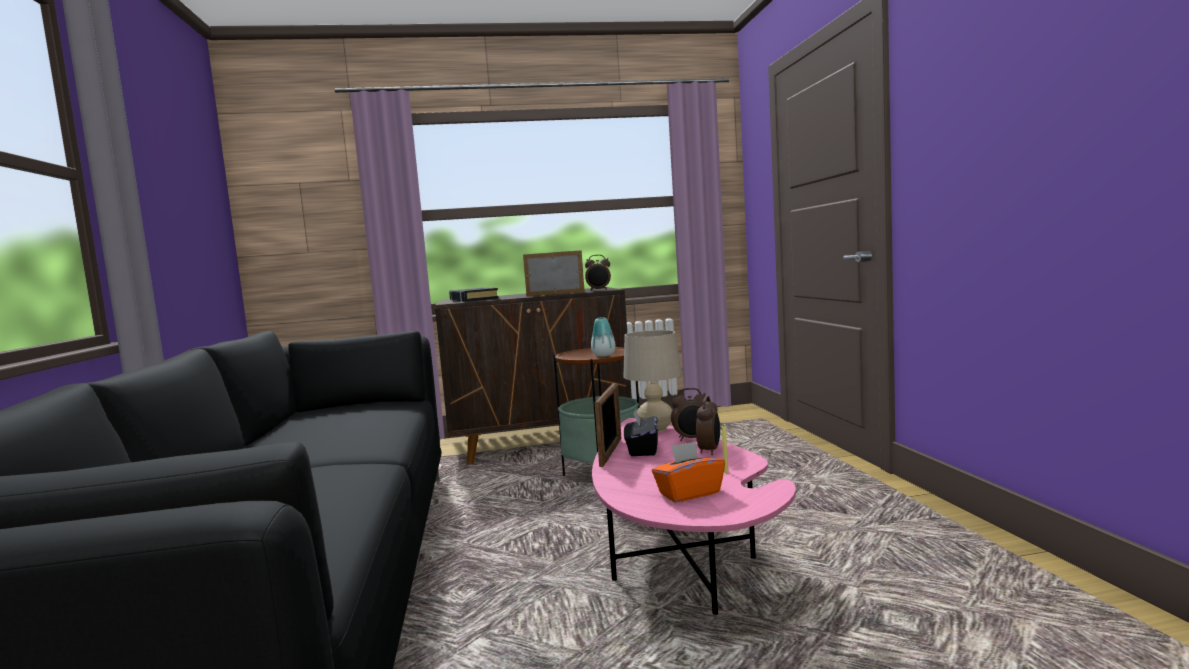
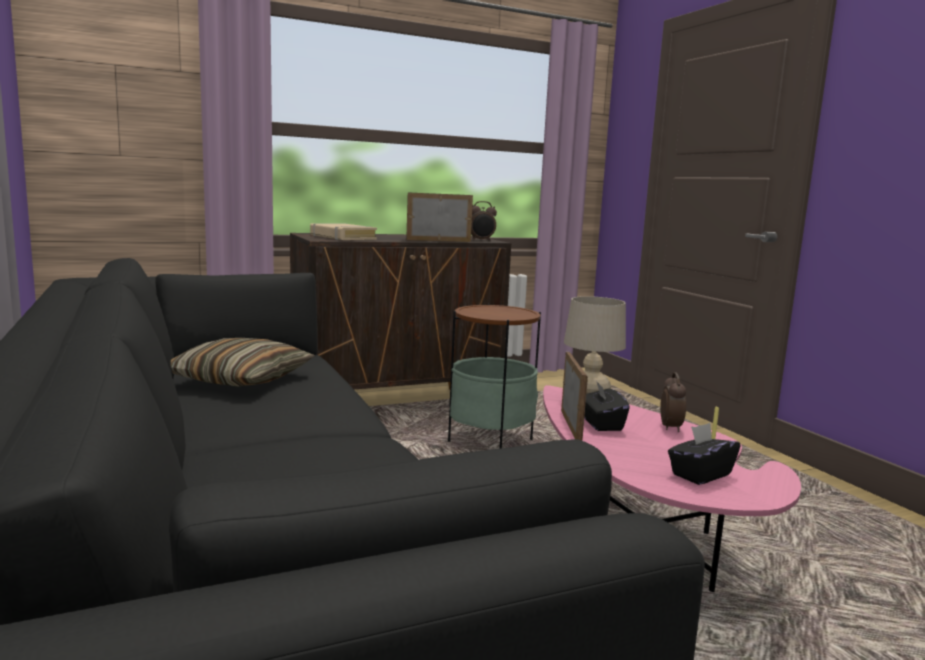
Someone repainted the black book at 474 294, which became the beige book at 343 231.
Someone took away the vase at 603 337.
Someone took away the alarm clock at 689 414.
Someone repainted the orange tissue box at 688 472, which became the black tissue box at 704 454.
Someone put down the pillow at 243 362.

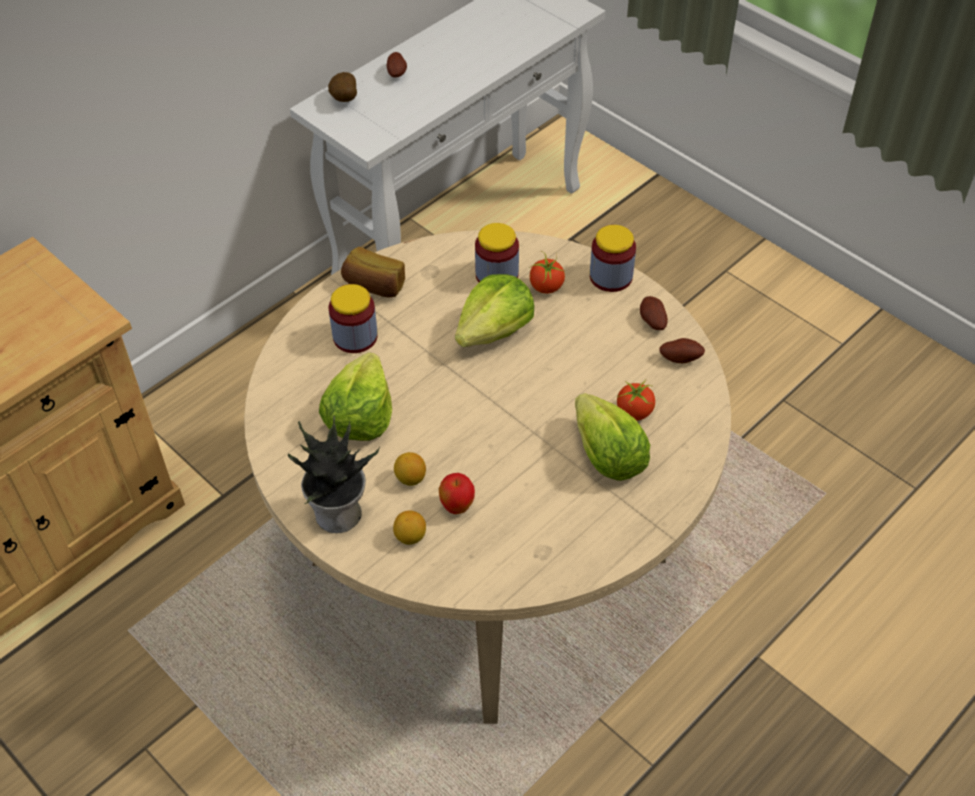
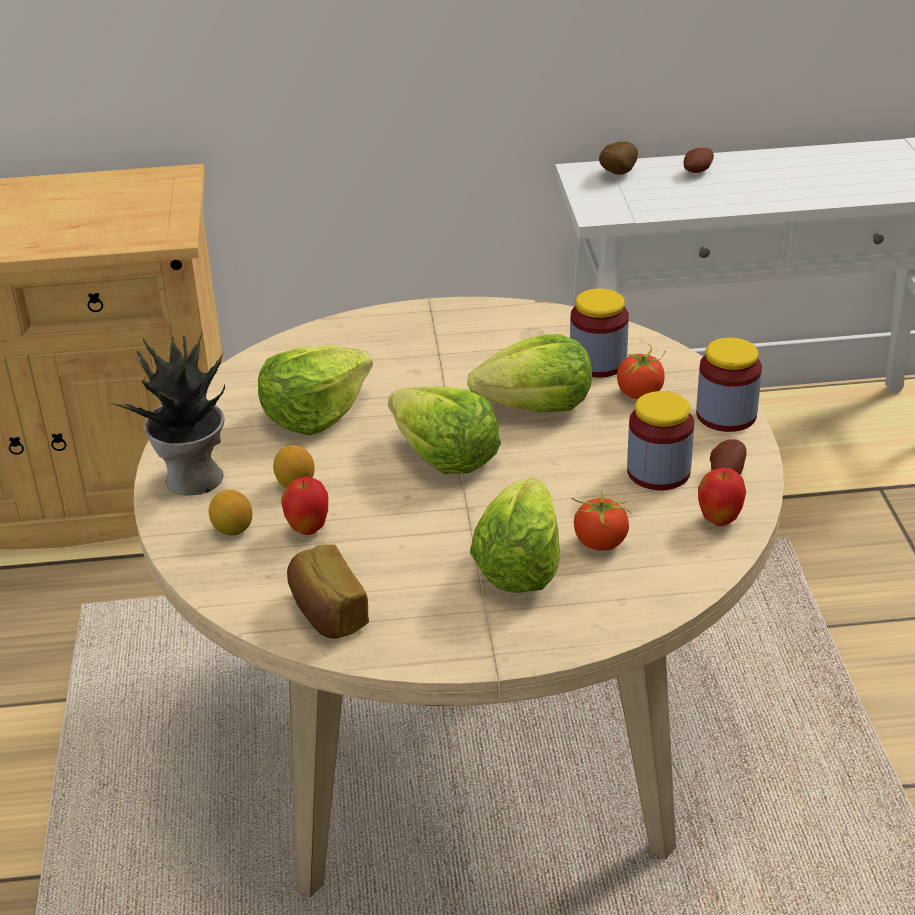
Someone carried the bread from 373 272 to 328 591.
Someone carried the jar from 353 318 to 660 440.
Someone swapped the potato at 682 350 for the apple at 722 497.
Someone put down the lettuce at 444 430.

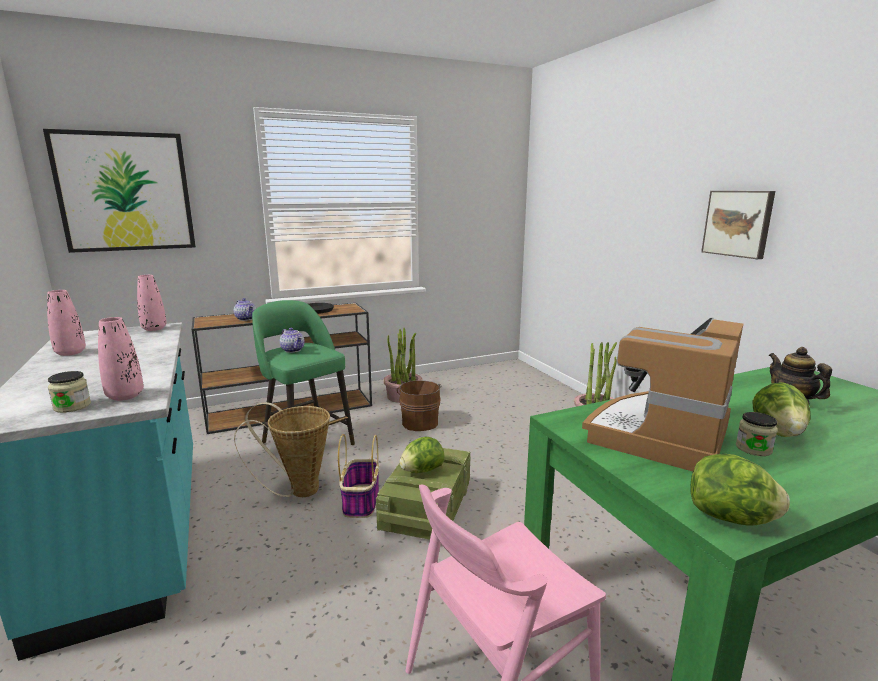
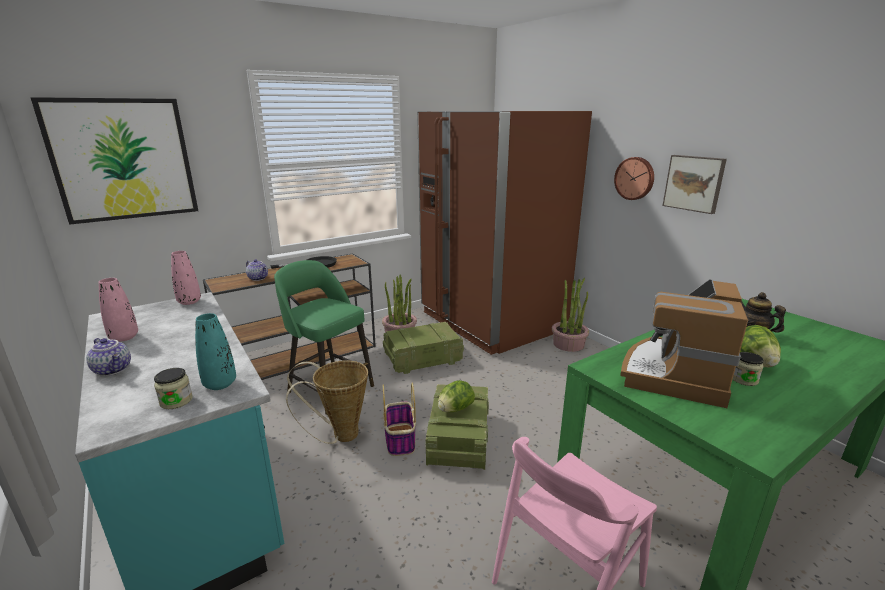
Someone repainted the pink vase at 121 359, which became the turquoise vase at 215 351.
Someone carried the teapot from 292 340 to 108 357.
Someone swapped the brown bucket at 419 405 for the crate at 423 348.
Someone took away the lettuce at 740 490.
Someone put down the brown fridge at 504 233.
Someone put up the wall clock at 634 178.

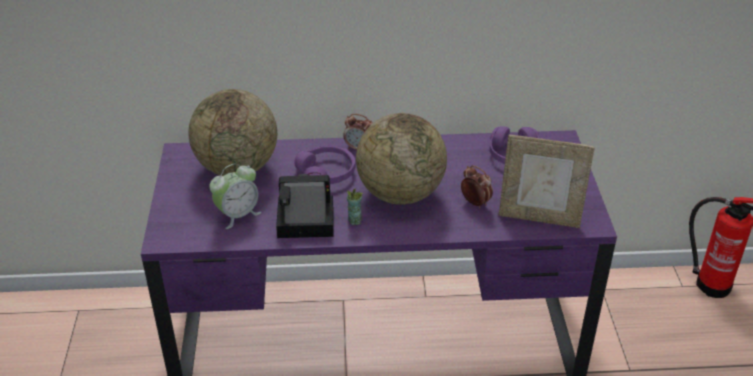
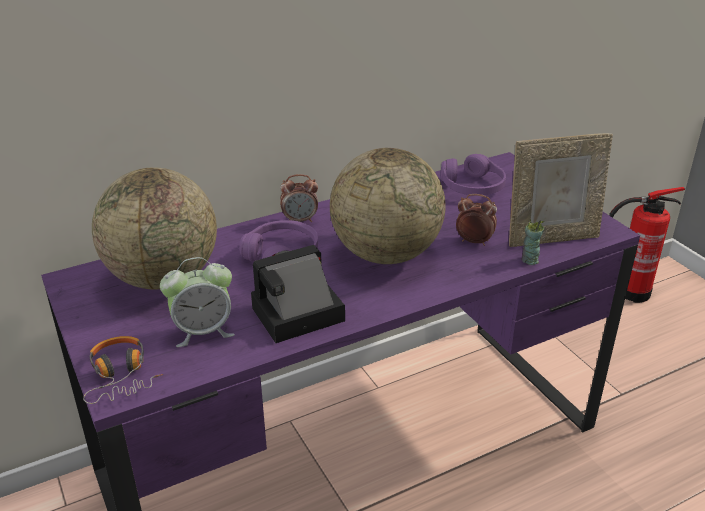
Someone rotated the alarm clock at 235 196 by 45 degrees clockwise.
Someone carried the cup from 355 207 to 532 242.
Someone put down the headphones at 123 370.

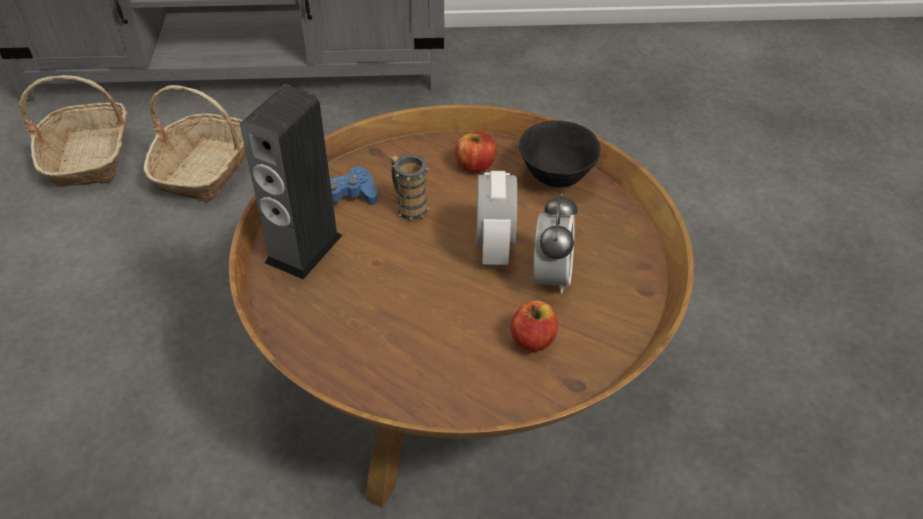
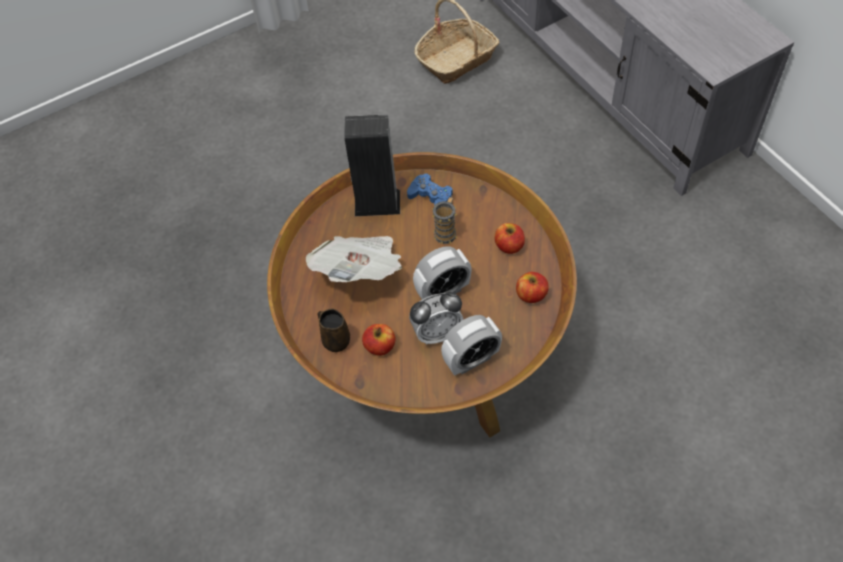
Someone took away the basket at 195 143.
Someone swapped the black bowl at 559 153 for the apple at 532 287.
Someone put down the newspaper at 353 259.
Someone put down the brown mug at 334 330.
Someone put down the alarm clock at 471 345.

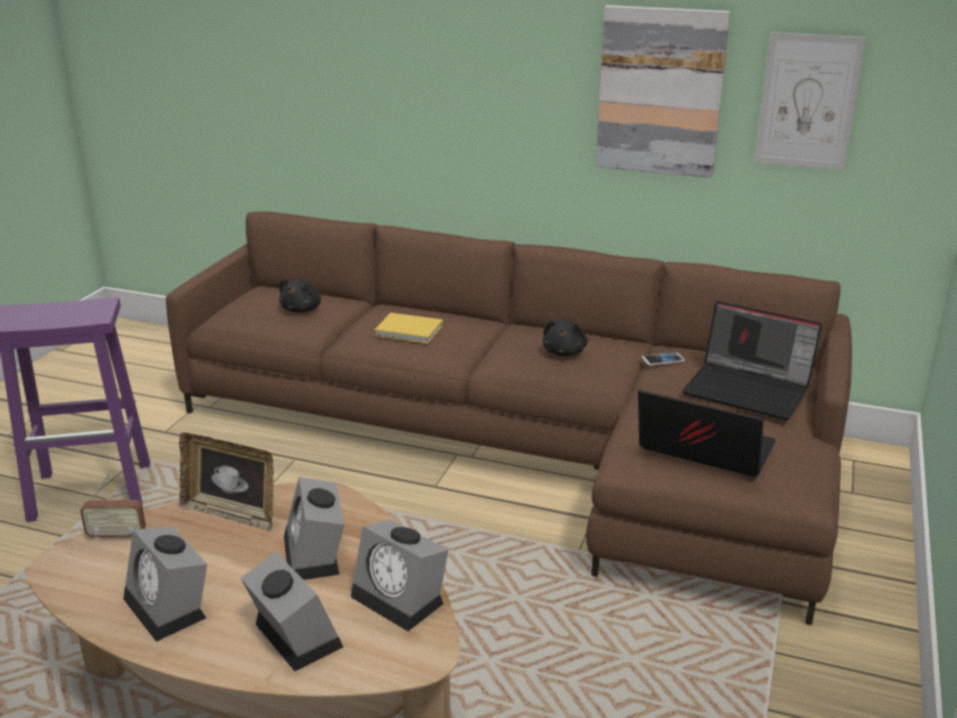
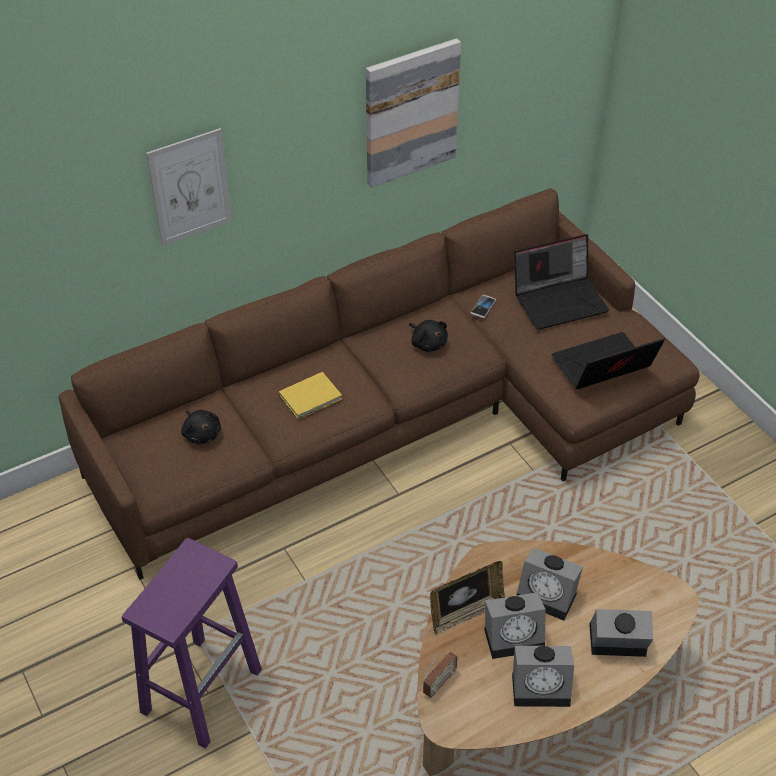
Someone carried the picture from 810 101 to 189 186.
Someone carried the alarm clock from 400 575 to 515 625.

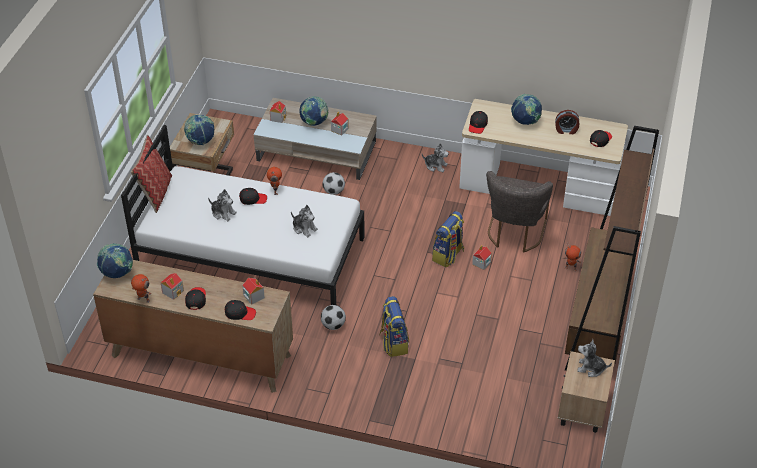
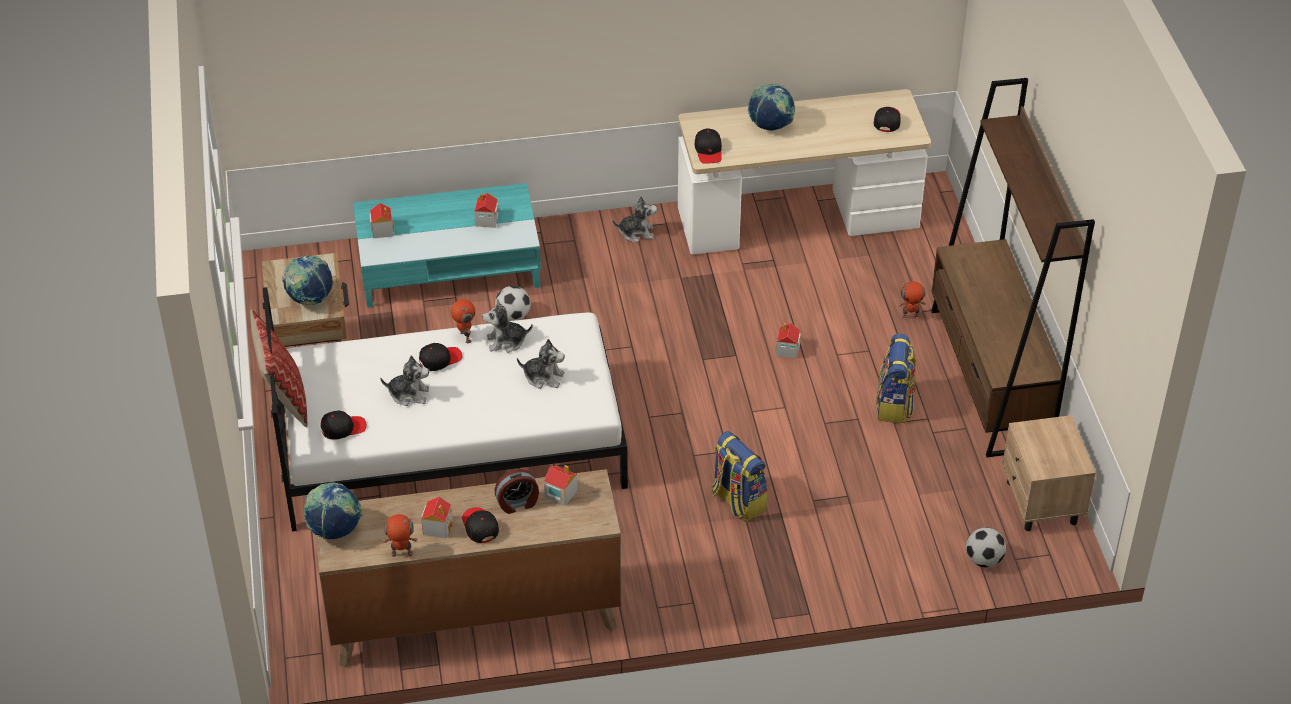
Someone took away the globe at 313 111.
Someone repainted the beige coffee table at 315 139, which became the turquoise coffee table at 447 245.
Someone carried the alarm clock from 567 122 to 517 491.
Someone took away the grey chair at 519 211.
Someone carried the backpack from 448 239 to 896 378.
Someone carried the black cap from 240 310 to 343 425.
Someone carried the football from 333 317 to 986 547.
Someone carried the plush toy from 594 358 to 507 326.

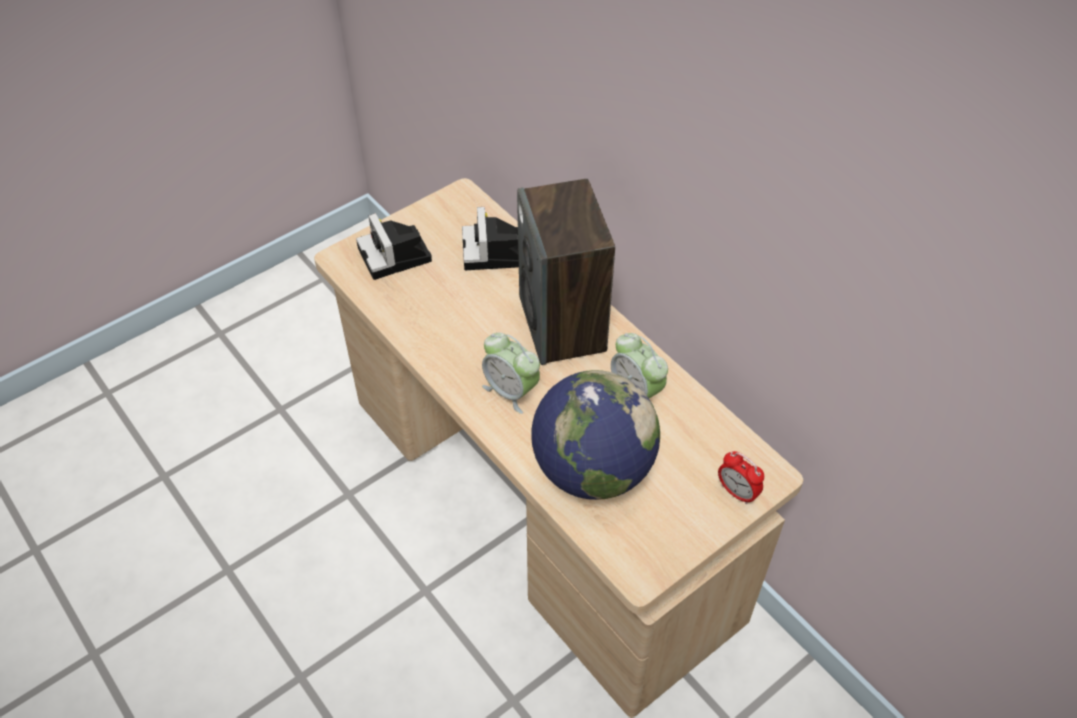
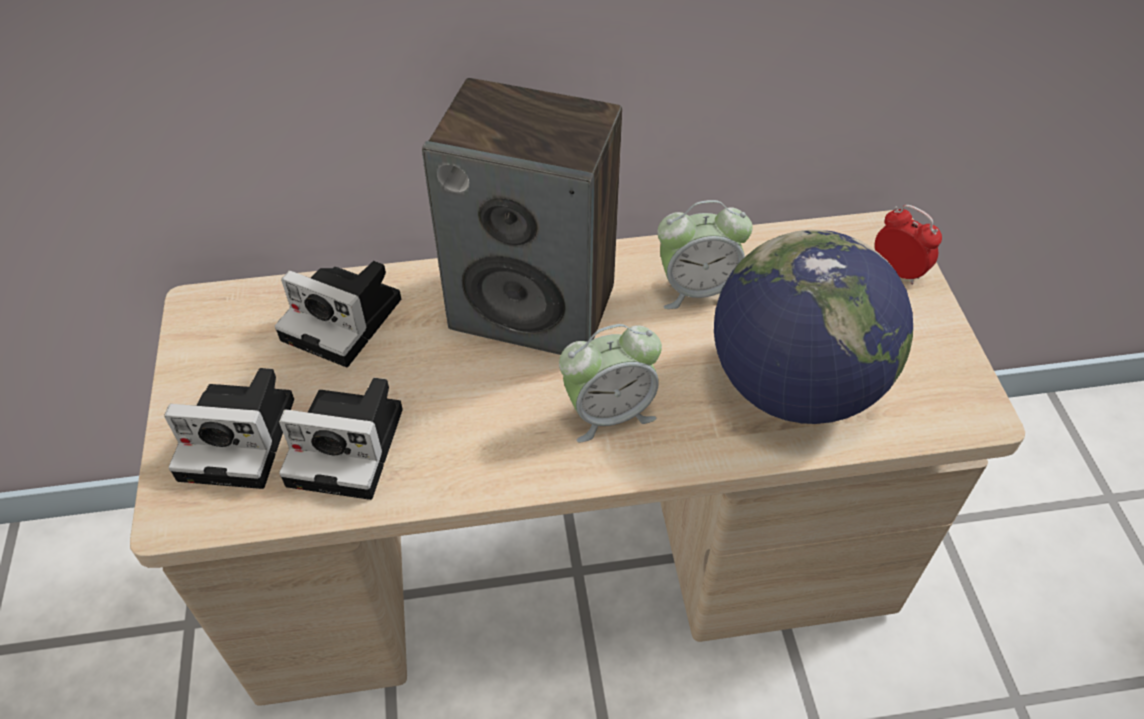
Someone rotated the alarm clock at 741 477 by 120 degrees counterclockwise.
Someone put down the photo camera at 341 439.

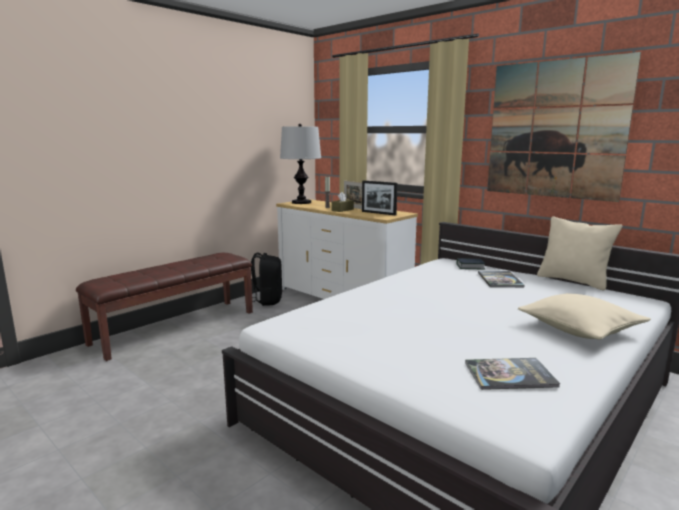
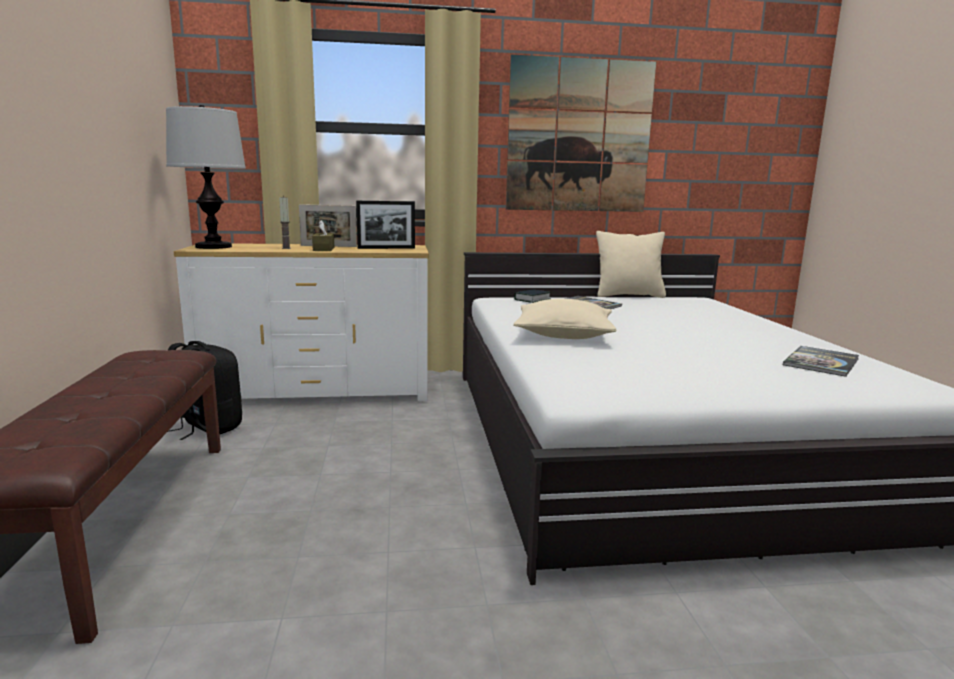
Someone carried the beige pillow from 584 316 to 565 319.

